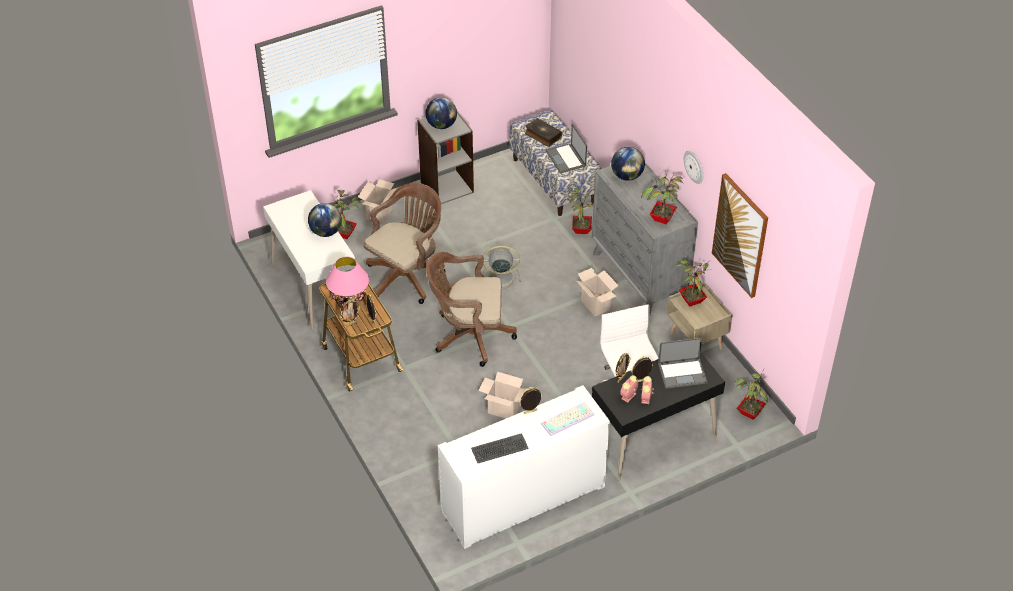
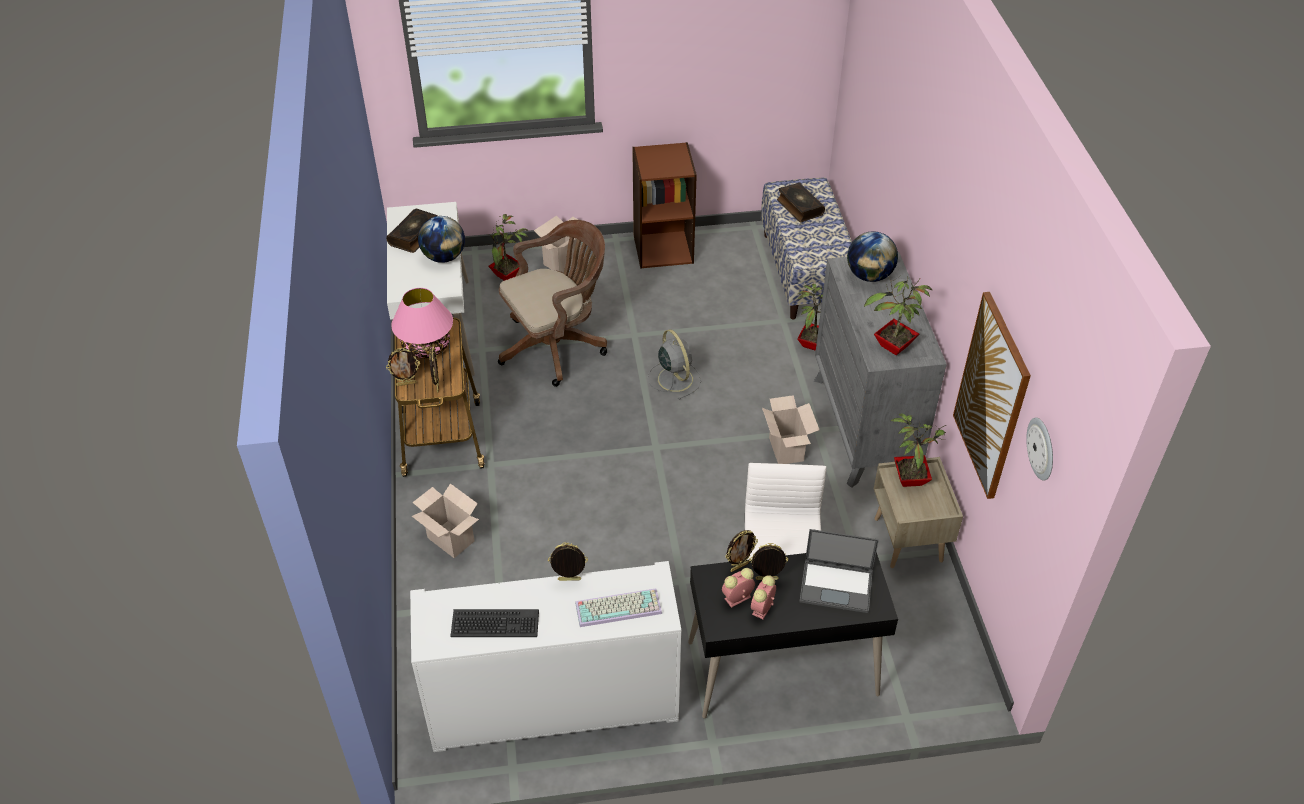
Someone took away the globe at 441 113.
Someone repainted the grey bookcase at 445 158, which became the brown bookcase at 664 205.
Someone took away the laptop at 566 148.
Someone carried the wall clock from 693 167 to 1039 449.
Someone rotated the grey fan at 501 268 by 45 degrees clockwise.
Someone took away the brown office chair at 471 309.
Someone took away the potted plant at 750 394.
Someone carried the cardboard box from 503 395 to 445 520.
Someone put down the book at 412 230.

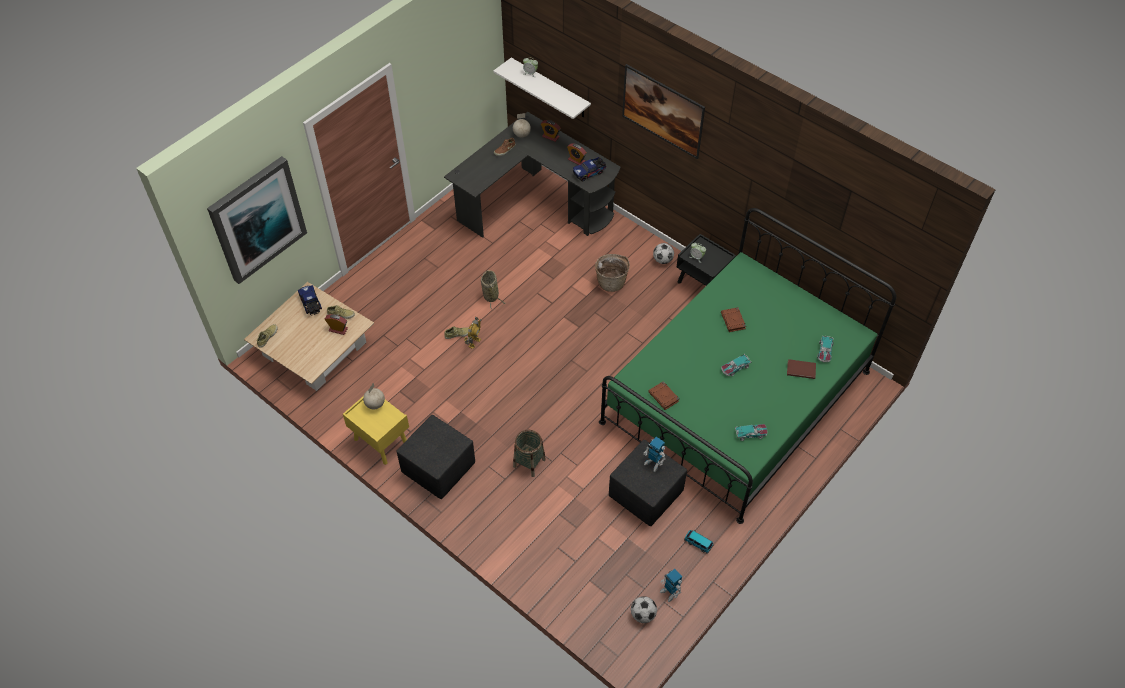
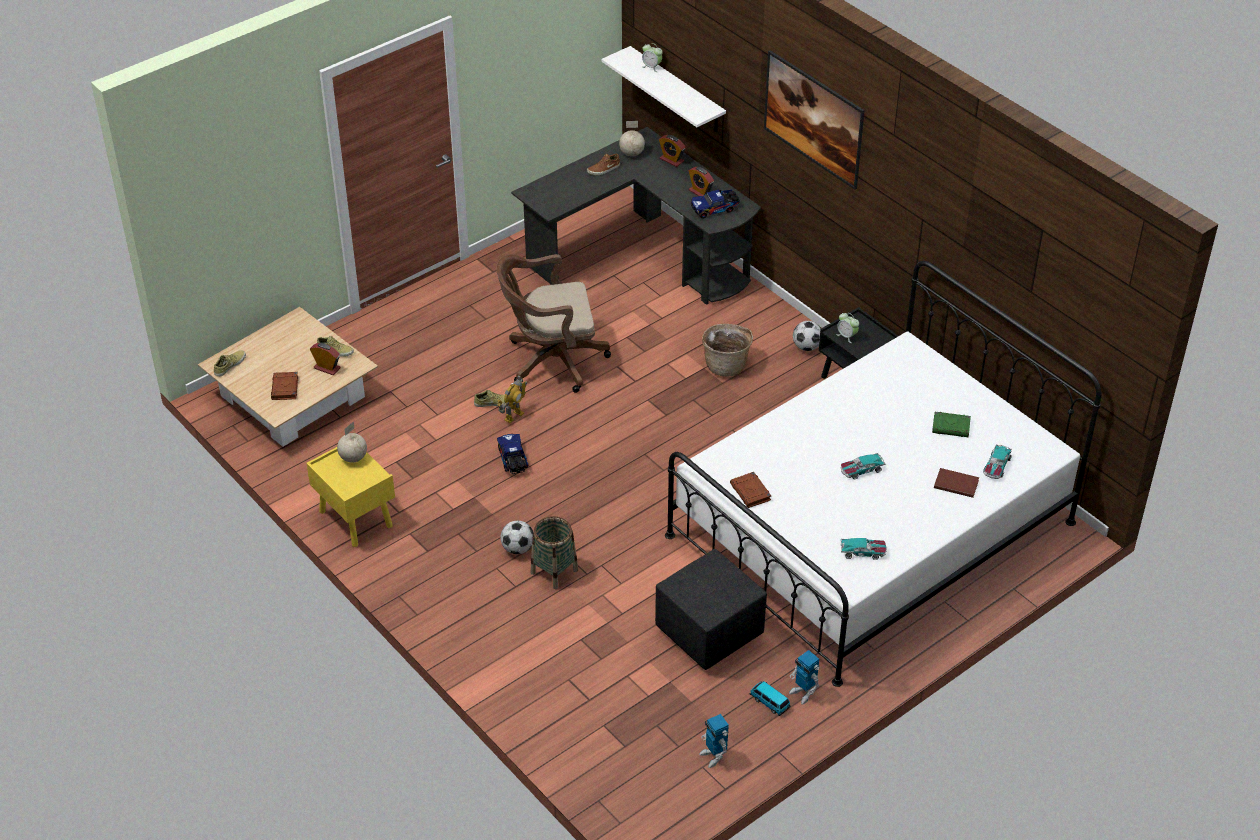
Someone took away the picture at 257 220.
Someone repainted the green bed at 747 366, which became the white bed at 883 474.
Someone swapped the basket at 493 290 for the brown office chair at 553 323.
Someone carried the toy truck from 310 300 to 512 454.
Someone carried the brown book from 733 319 to 284 386.
Someone took away the black ottoman at 435 457.
Someone carried the toy robot from 655 454 to 804 677.
Someone carried the football from 644 609 to 516 537.
Someone put down the green book at 951 424.

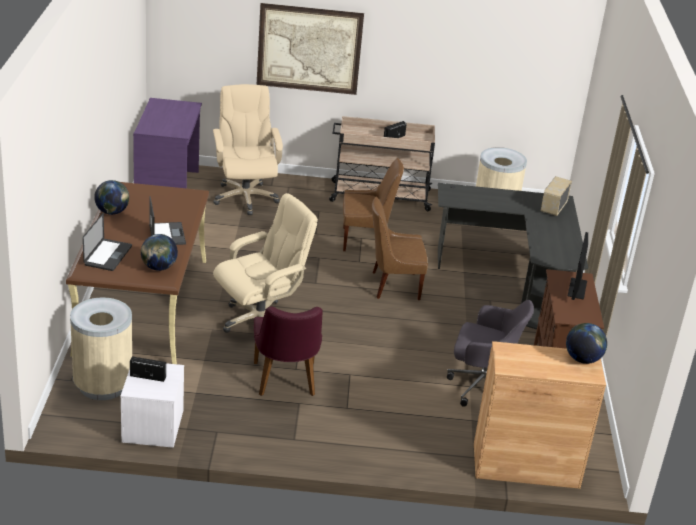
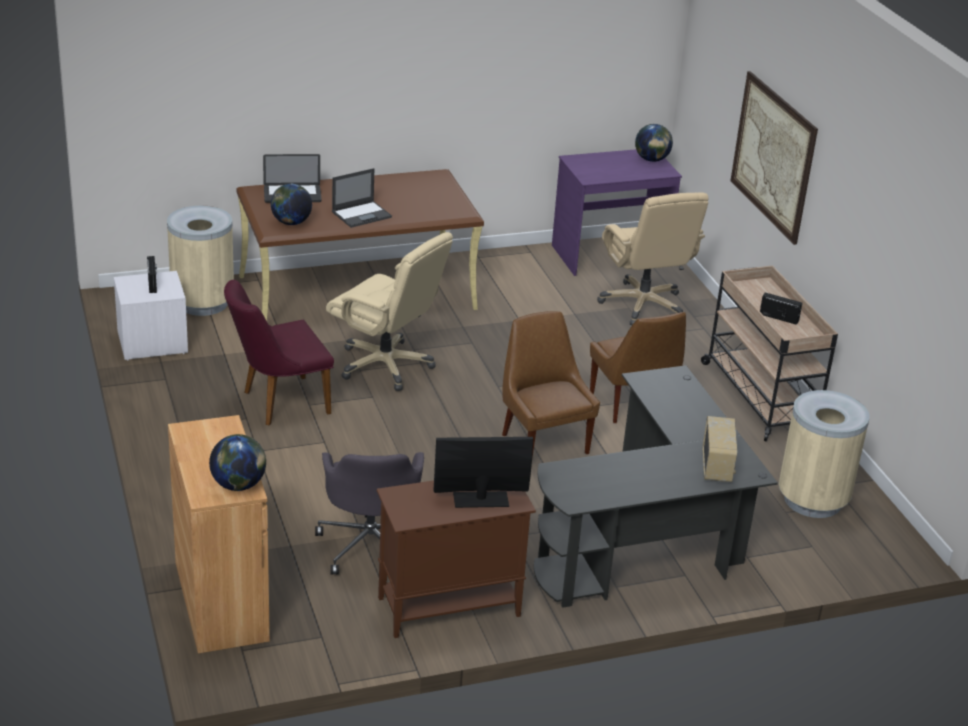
Someone rotated the beige office chair at 248 149 by 105 degrees clockwise.
Someone rotated the radio at 556 196 by 90 degrees clockwise.
Someone carried the globe from 111 197 to 654 143.

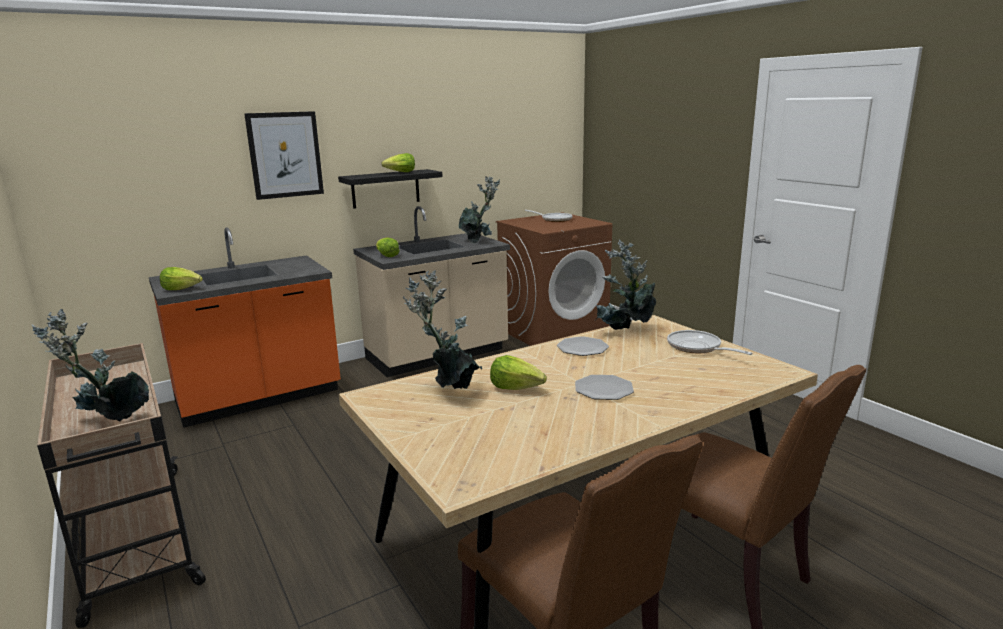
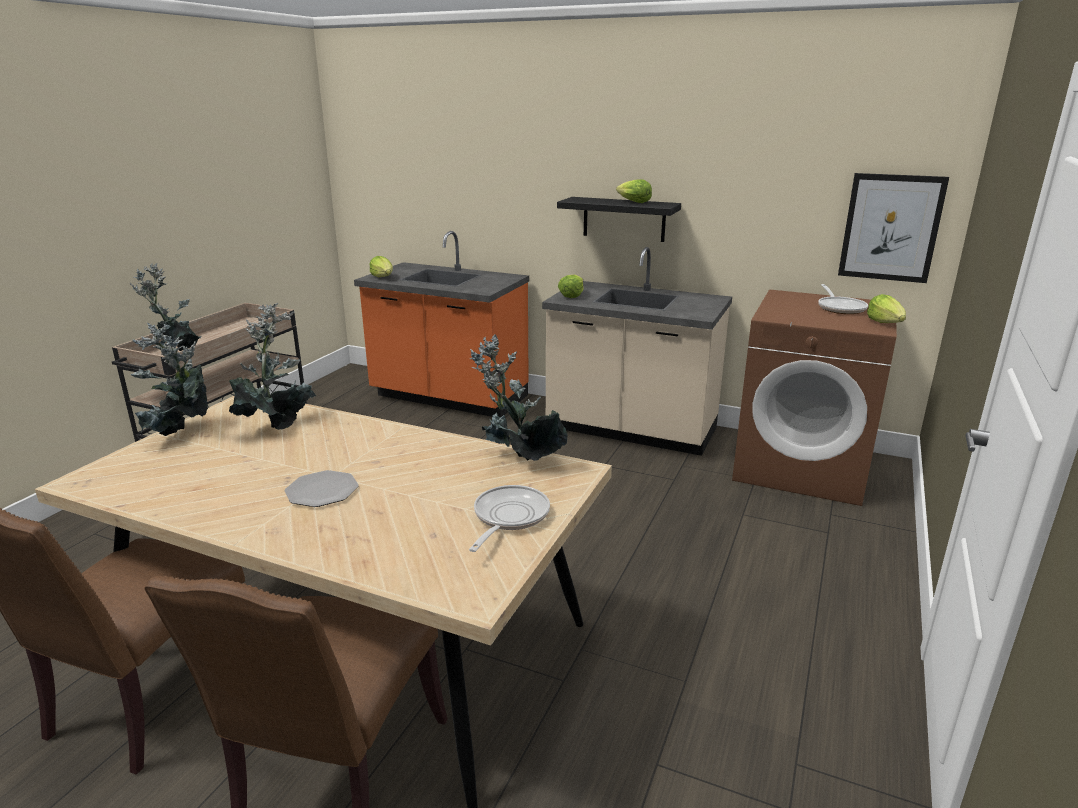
Someone carried the picture from 284 155 to 893 228.
Someone carried the potted plant from 479 209 to 169 379.
Someone took away the plate at 583 346.
Someone carried the lettuce from 518 372 to 886 308.

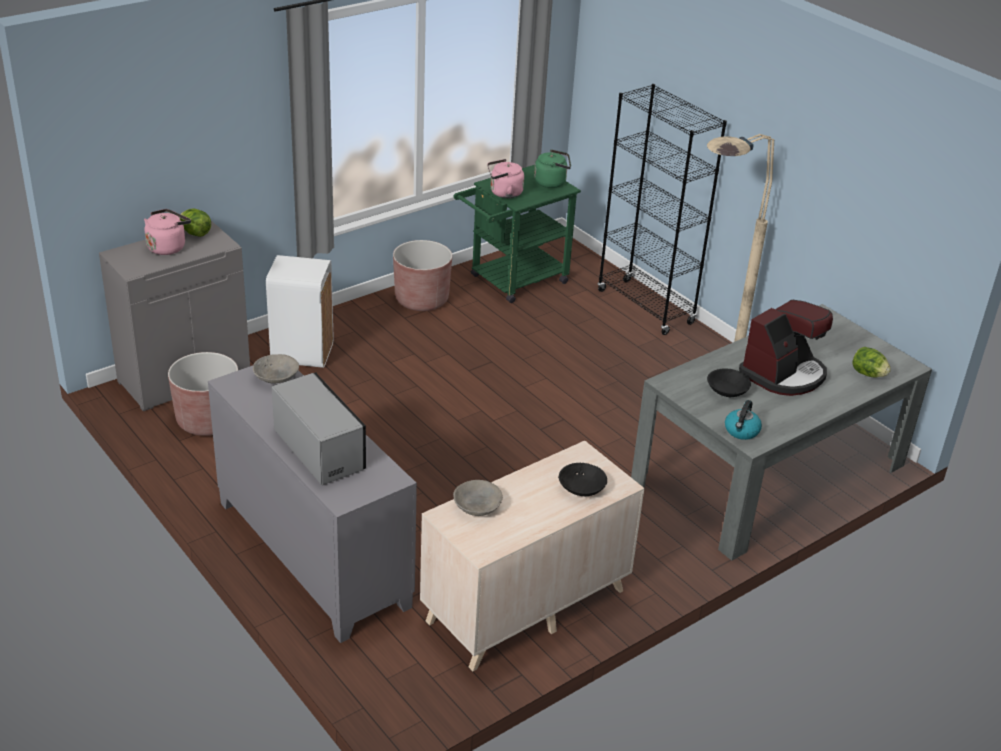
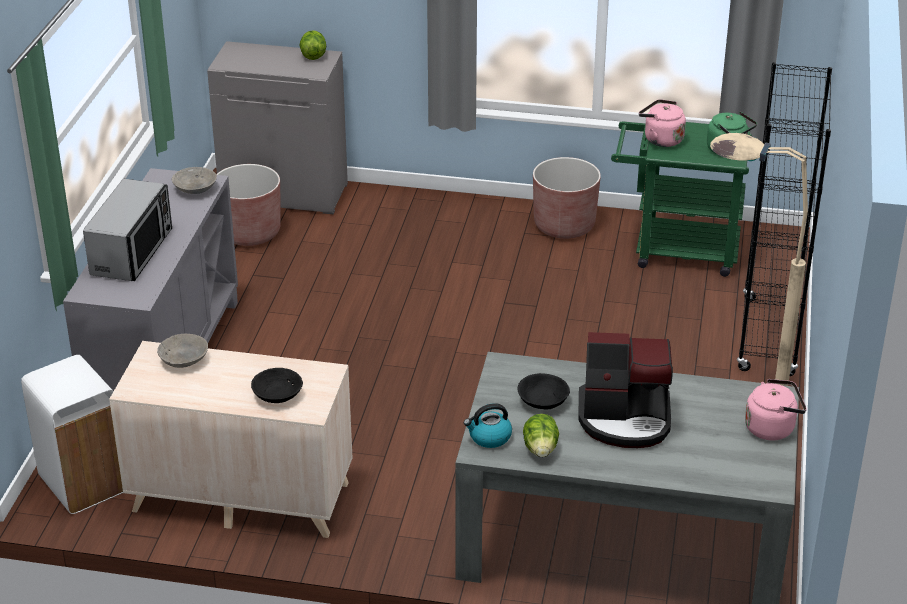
Someone carried the pink kettle from 167 232 to 776 409.
Someone carried the white trash can from 299 311 to 72 434.
Someone carried the lettuce from 871 362 to 541 435.

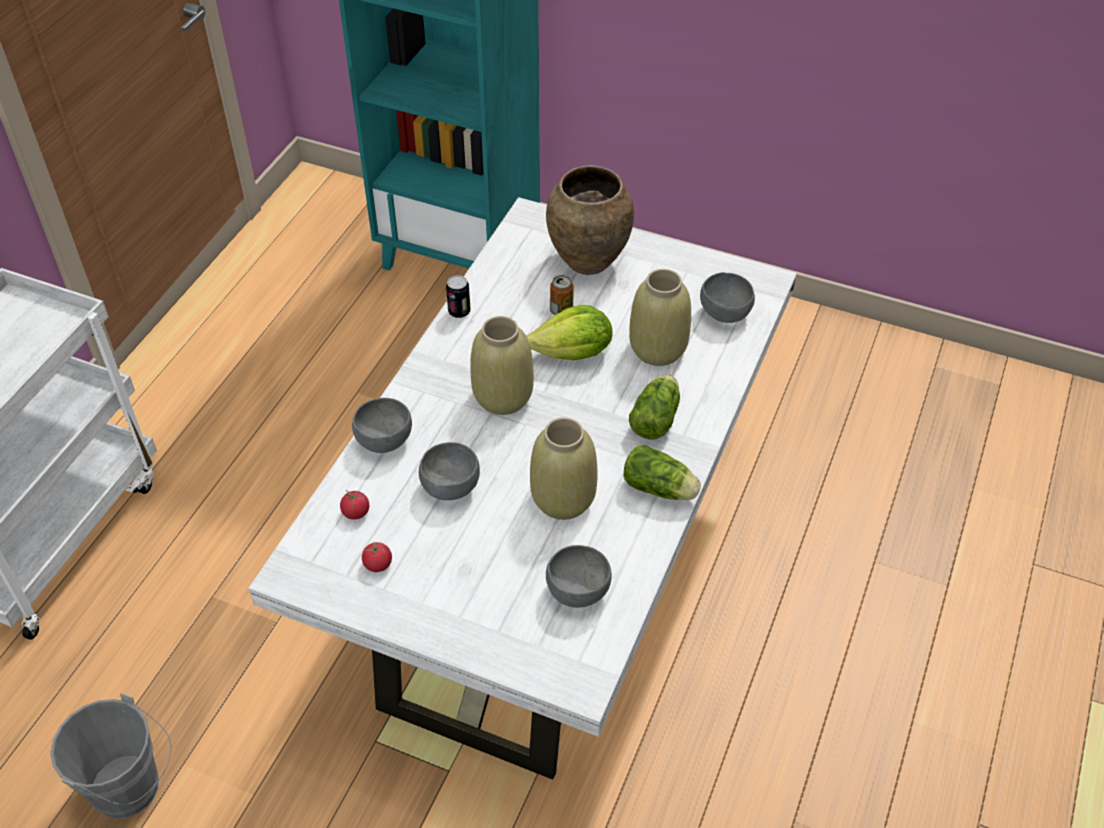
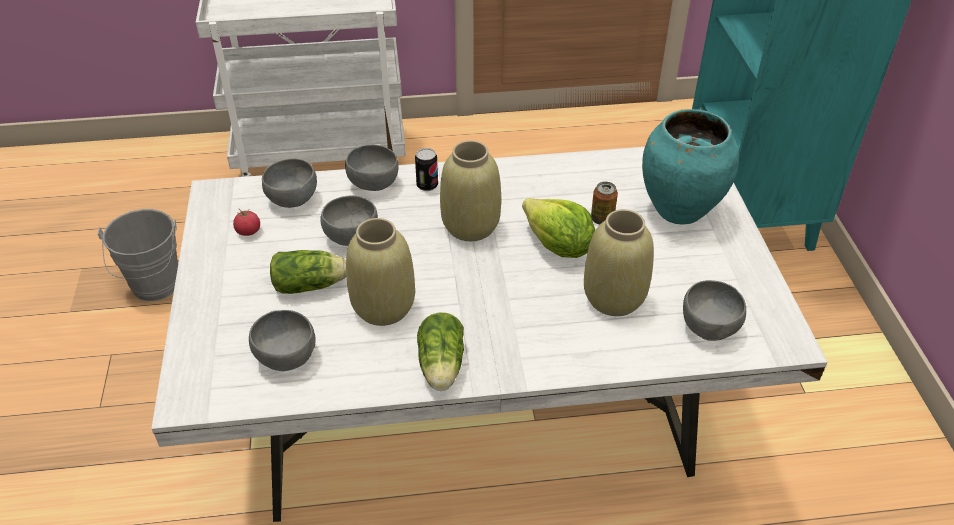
Someone repainted the brown vase at 590 220, which became the turquoise vase at 690 166.
Someone carried the can from 458 296 to 426 169.
Someone carried the lettuce from 654 407 to 308 272.
Someone swapped the tomato at 354 505 for the grey bowl at 289 183.

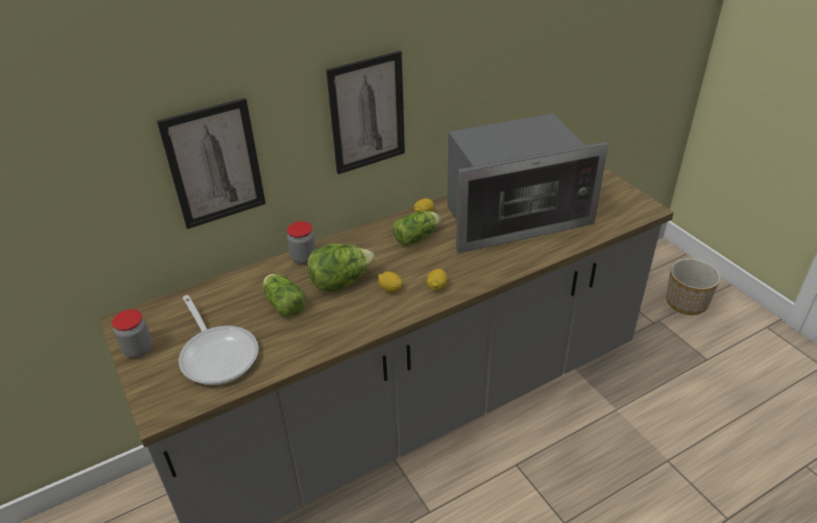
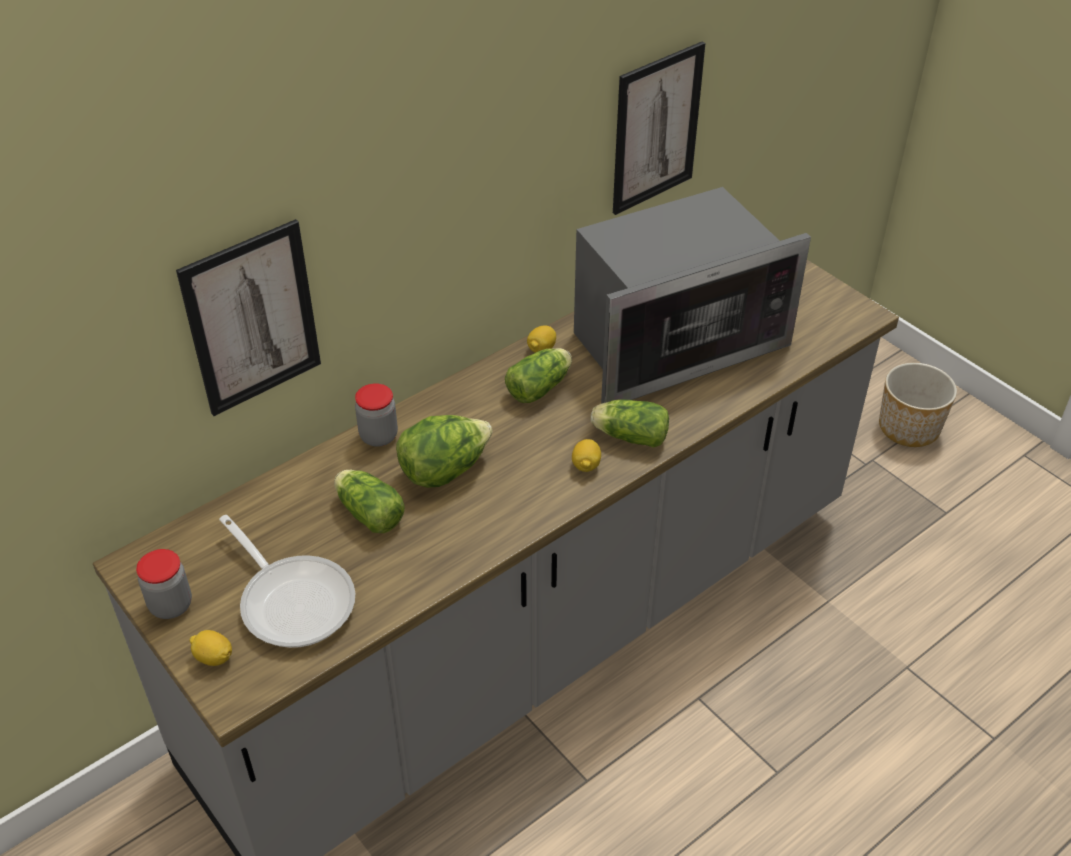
Someone carried the picture from 365 112 to 659 128.
Someone carried the lemon from 390 281 to 210 648.
Someone put down the lettuce at 630 423.

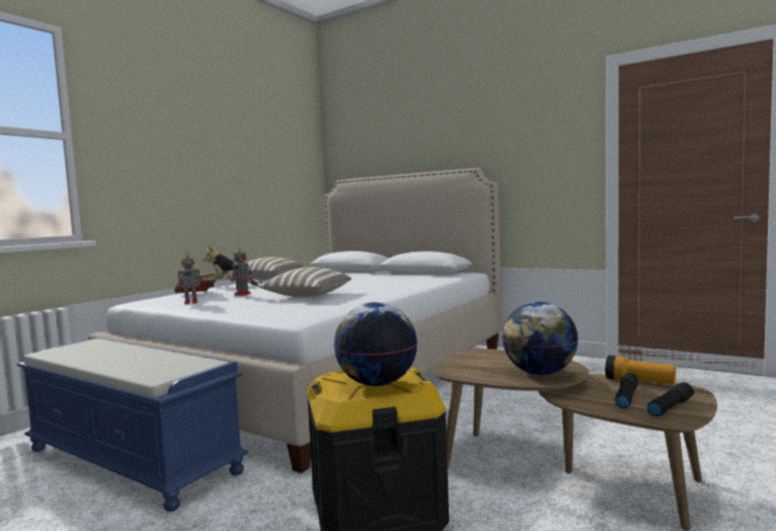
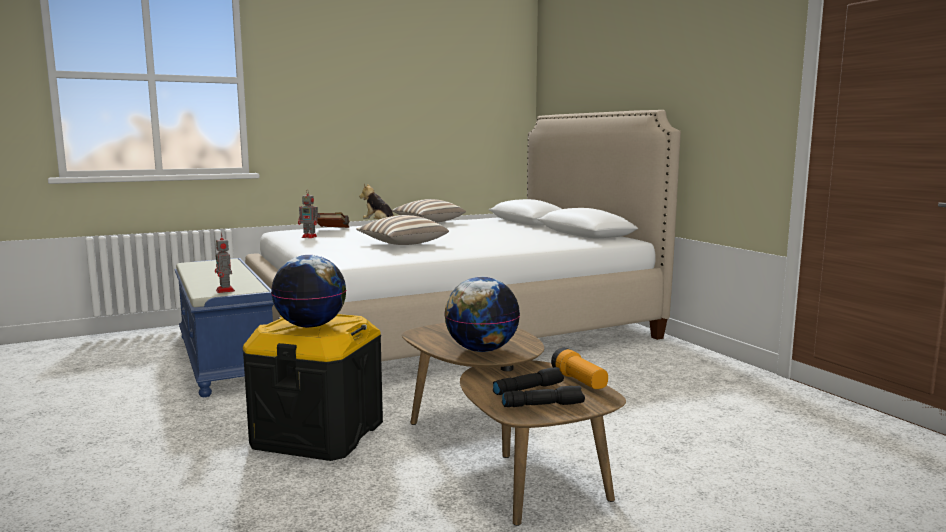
Someone carried the toy robot from 241 271 to 225 263.

